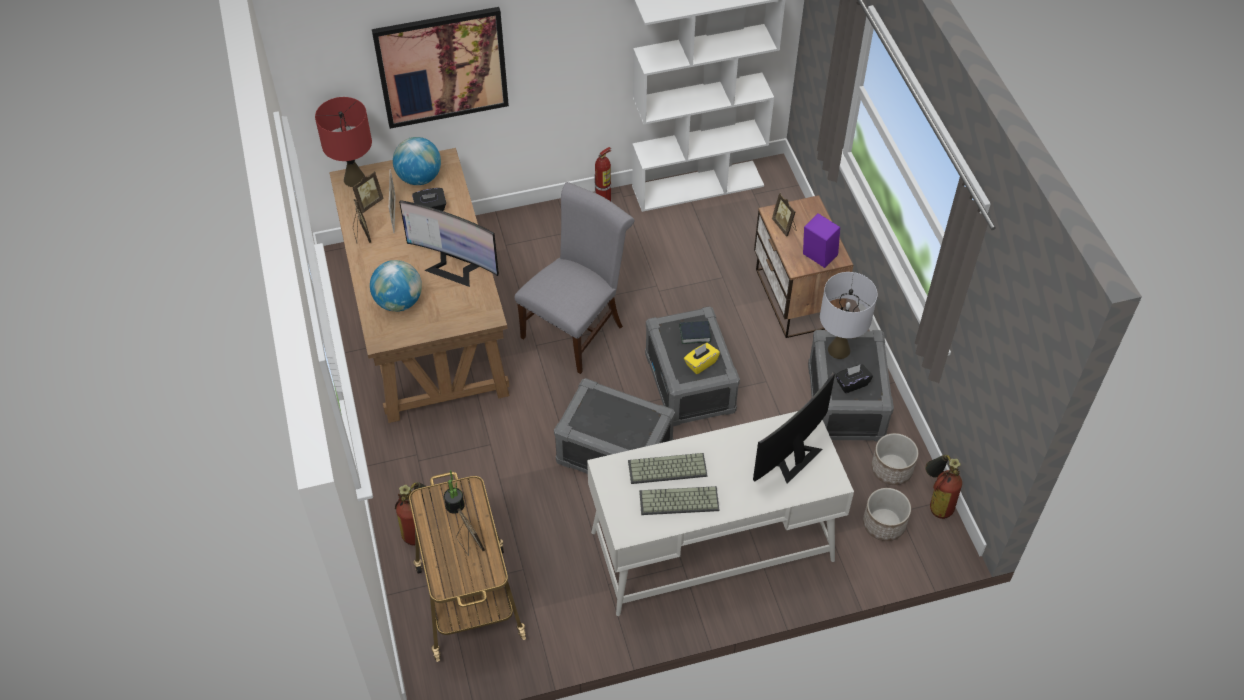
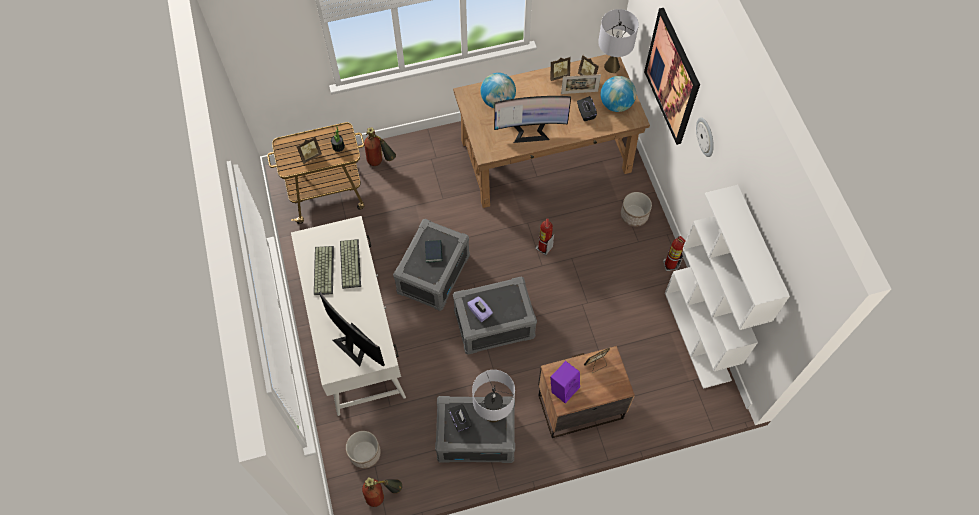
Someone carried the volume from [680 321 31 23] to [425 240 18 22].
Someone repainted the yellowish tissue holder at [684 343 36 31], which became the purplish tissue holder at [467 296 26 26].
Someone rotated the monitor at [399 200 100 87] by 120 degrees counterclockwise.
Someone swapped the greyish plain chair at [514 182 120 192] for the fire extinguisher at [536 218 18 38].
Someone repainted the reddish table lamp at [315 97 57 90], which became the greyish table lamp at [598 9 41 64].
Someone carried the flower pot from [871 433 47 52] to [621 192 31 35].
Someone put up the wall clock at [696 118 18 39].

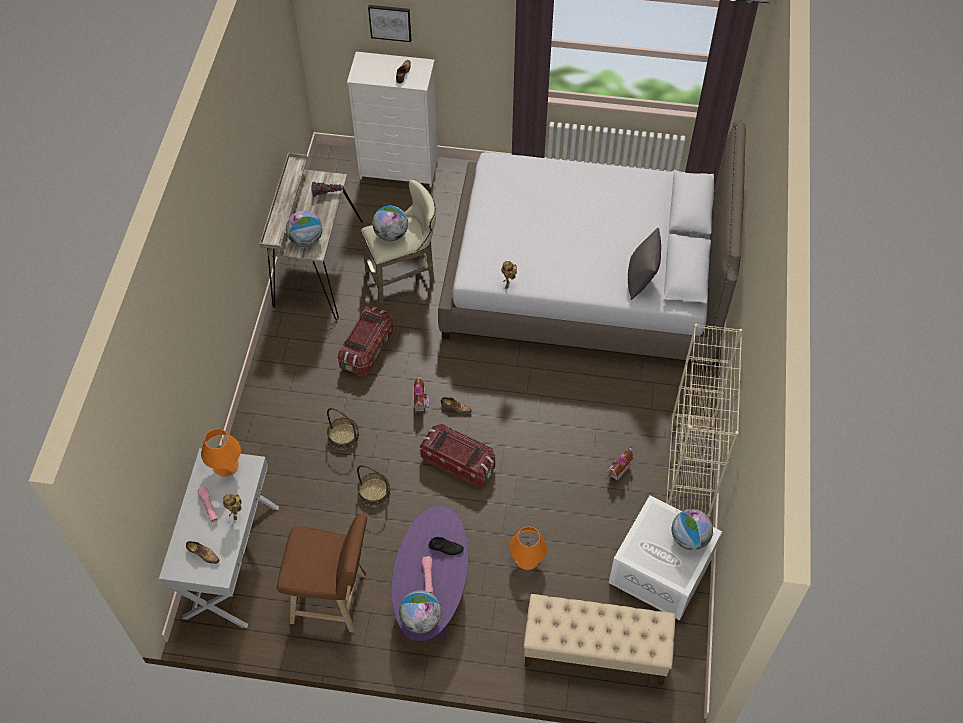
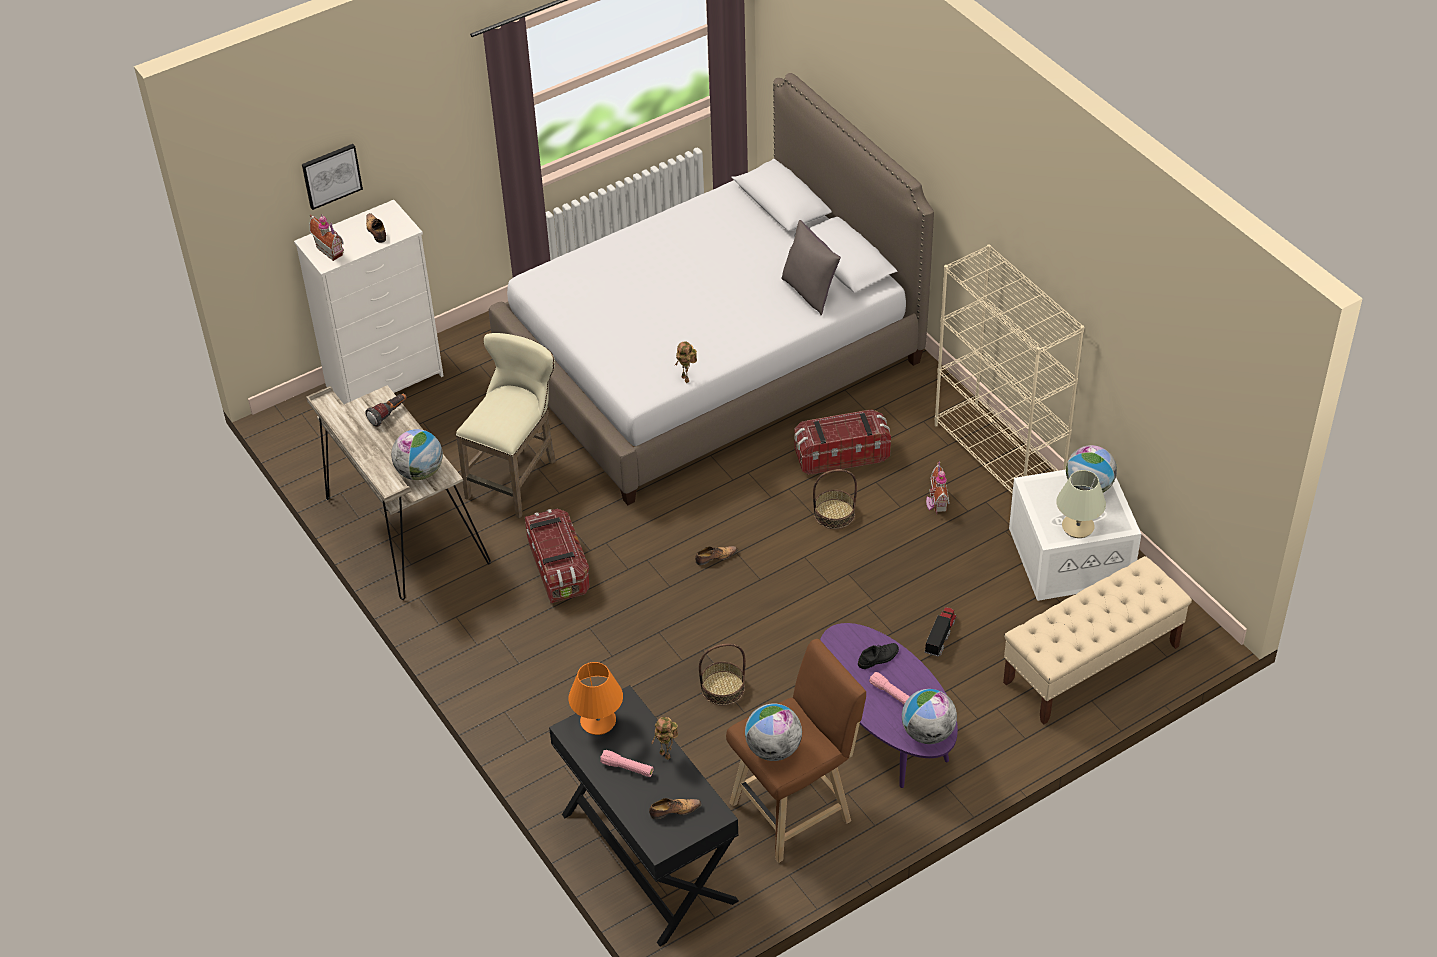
Someone carried the model house from [414 375 15 38] to [309 215 35 46].
Someone repainted the white narrow table at [159 448 120 180], which became the black-coloured narrow table at [549 685 190 261].
Someone carried the world globe from [372 206 36 35] to [745 703 57 58].
Someone carried the storage container from [420 424 75 64] to [794 410 97 65].
Someone carried the household basket from [327 408 32 42] to [813 469 44 60].
Someone swapped the orangey table lamp at [509 527 38 43] for the model truck at [924 607 32 50].
Someone put down the sand-coloured table lamp at [1056 470 50 68].

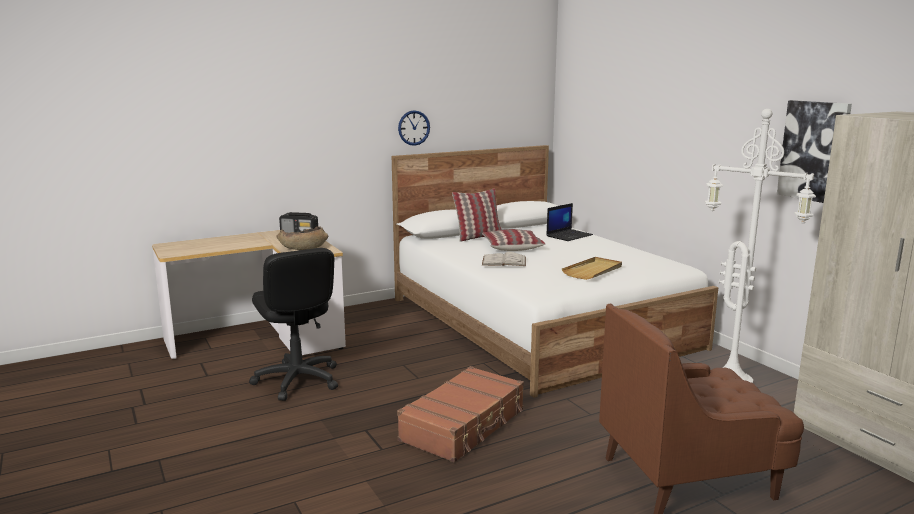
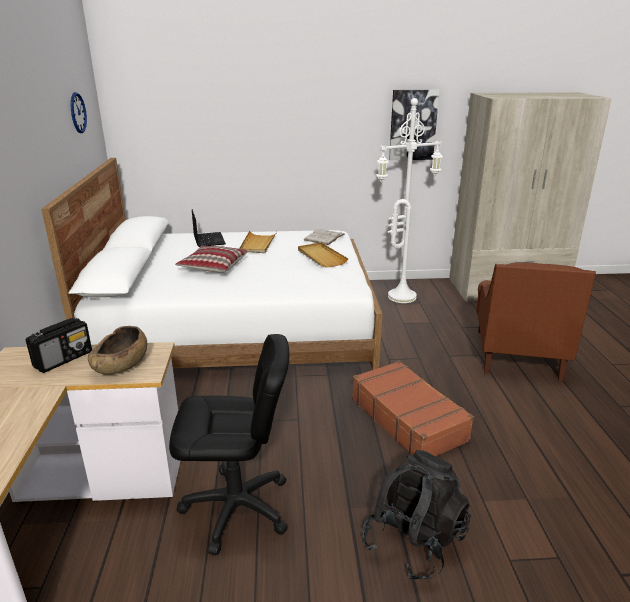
Someone carried the wall clock from [398 110 32 36] to [71 92 16 41].
Someone put down the sand-coloured carrying tray at [239 231 38 22].
Someone carried the white volume from [482 252 44 14] to [304 229 41 16].
Someone put down the black-coloured backpack at [362 450 109 131].
Someone took away the throw pillow at [452 188 50 54].

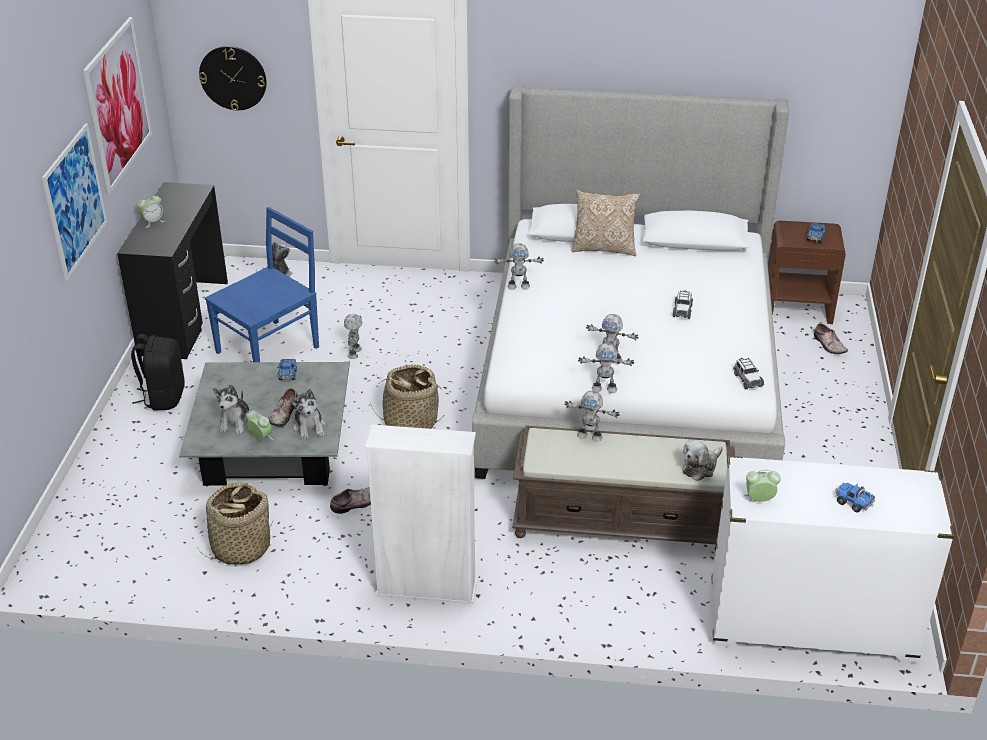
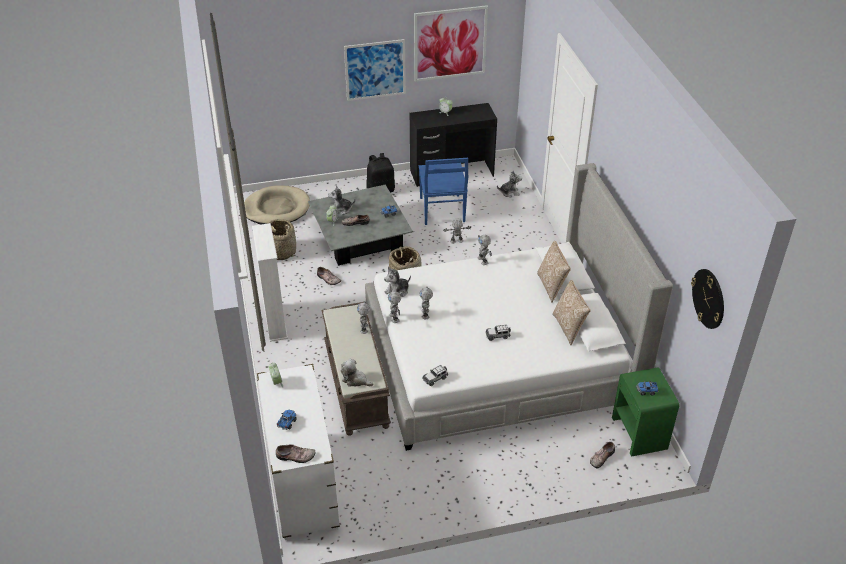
Someone put down the sand-coloured dog bed at [244 185 66 39].
Someone put down the low shoe at [276 444 39 19].
Someone carried the plush toy from [290 389 35 51] to [384 267 27 30].
Someone rotated the blue-coloured plain chair at [205 207 114 155] by 60 degrees clockwise.
Someone put down the throw pillow at [553 280 38 65].
Someone repainted the brown bedside table at [768 221 78 103], which became the green-coloured bedside table at [612 367 67 90].
Someone carried the wall clock from [199 46 68 65] to [691 269 33 60].

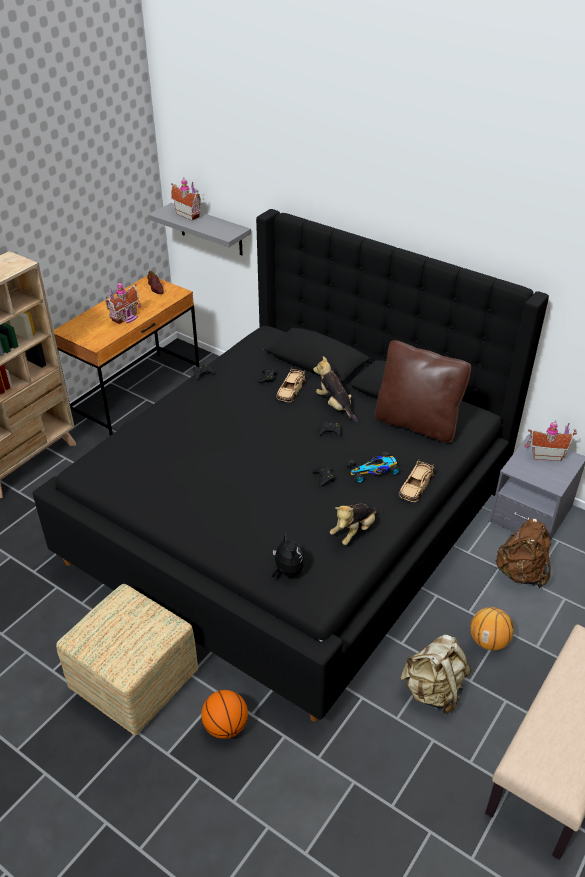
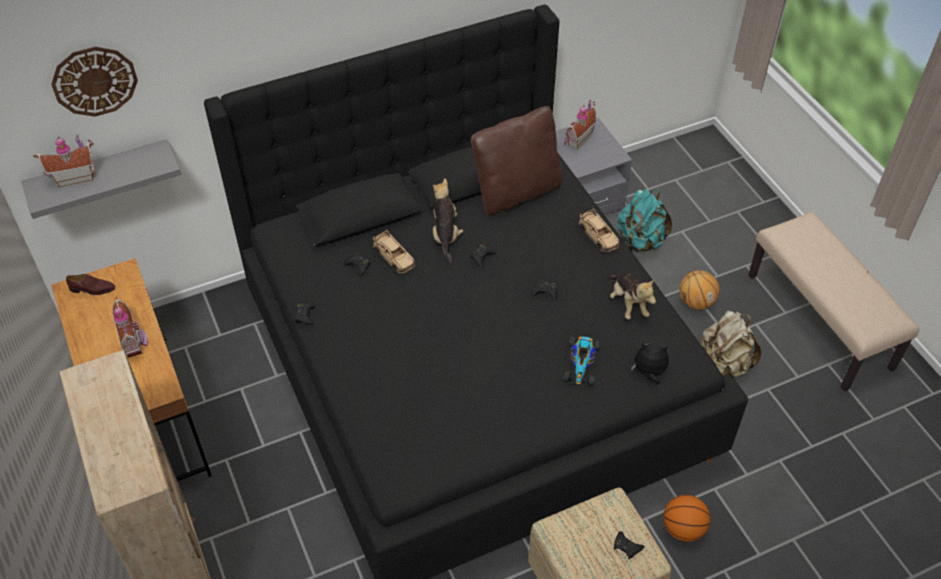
Someone put up the wall clock at [51 47 87 70].
Someone rotated the plush toy at [313 356 45 66] by 90 degrees clockwise.
Someone carried the model car from [346 452 54 31] to [563 336 38 50].
Someone put down the black-coloured gamepad at [614 531 30 28].
Someone repainted the brown backpack at [495 518 56 70], which became the blue-green backpack at [617 189 55 63].

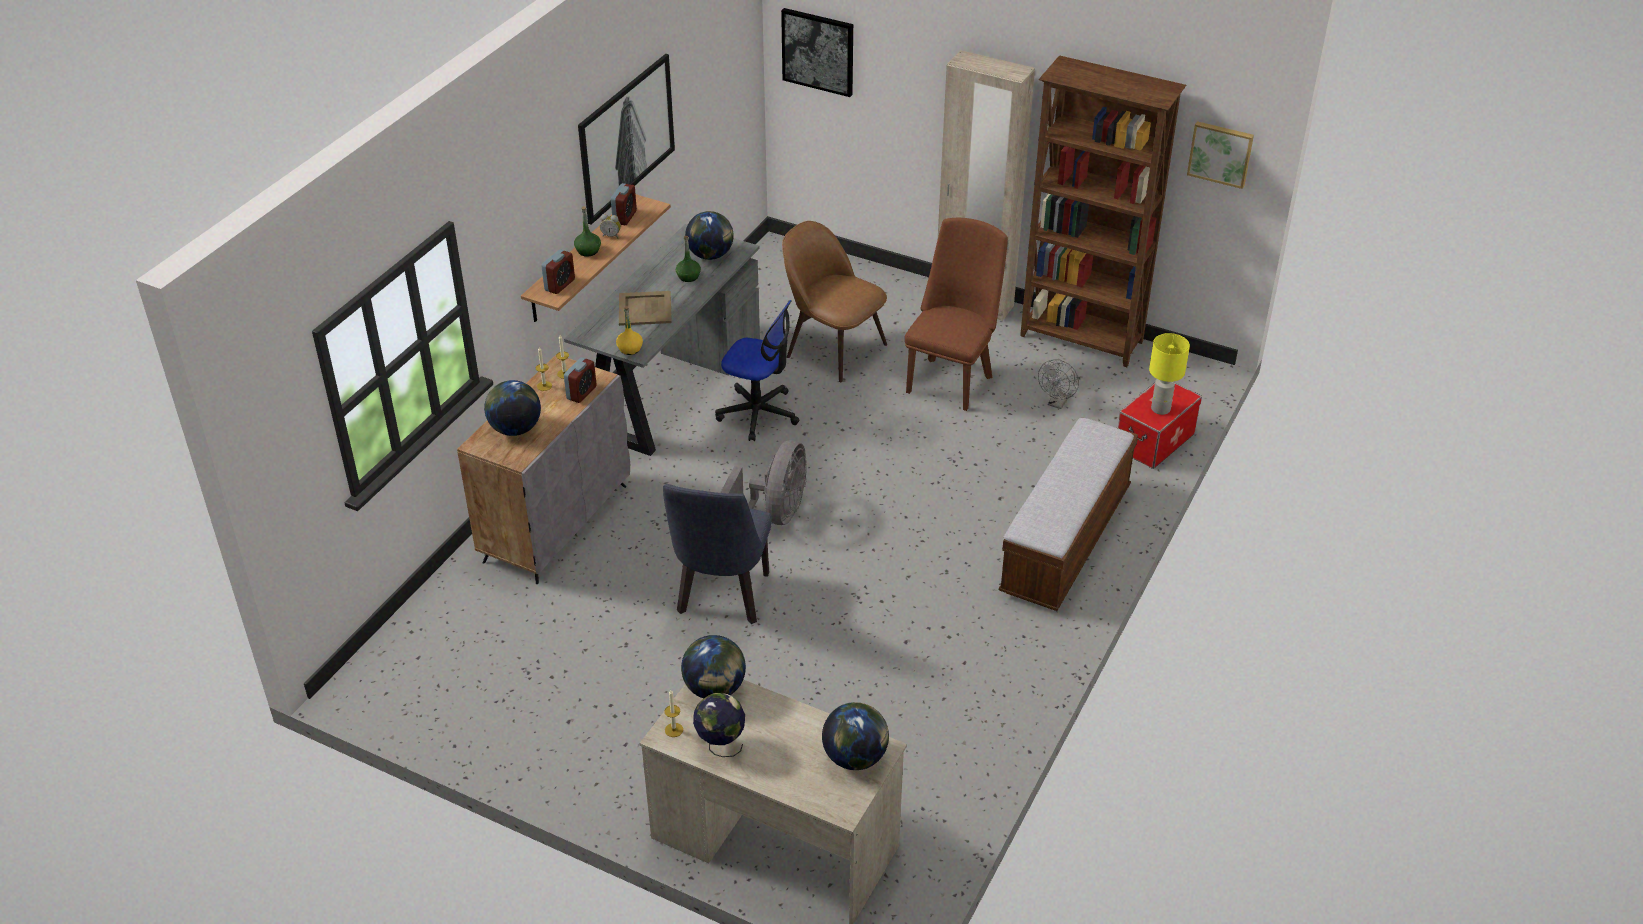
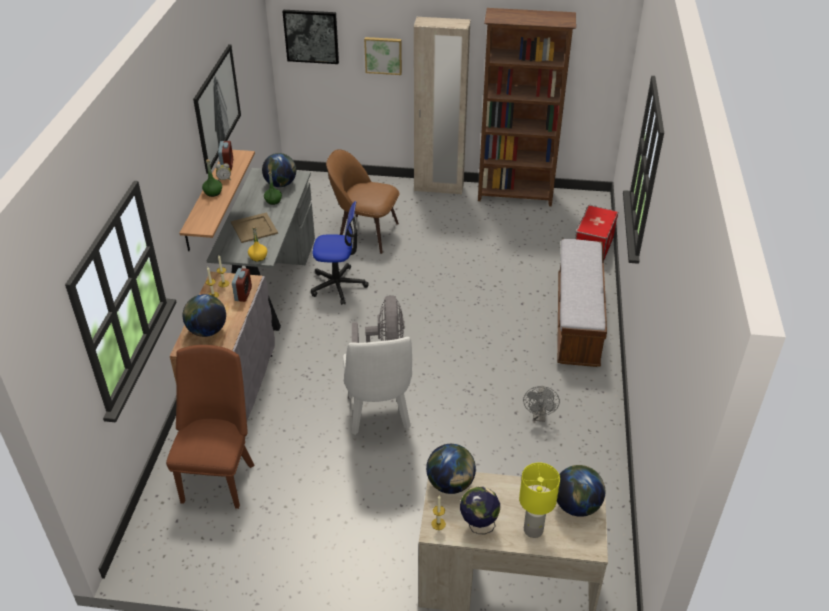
Someone carried the brown plain chair from [905 218 103 193] to [166 345 89 164].
Someone repainted the blue-coloured plain chair at [663 484 109 140], which became the white plain chair at [343 337 69 98].
Someone carried the wall picture from [1187 121 67 68] to [364 37 38 38].
Someone carried the yellowish table lamp from [1149 333 41 82] to [519 462 41 76].
Someone carried the greyish cooling fan from [1038 359 41 50] to [523 386 37 36].
Someone took away the bedside clock at [541 249 34 45].

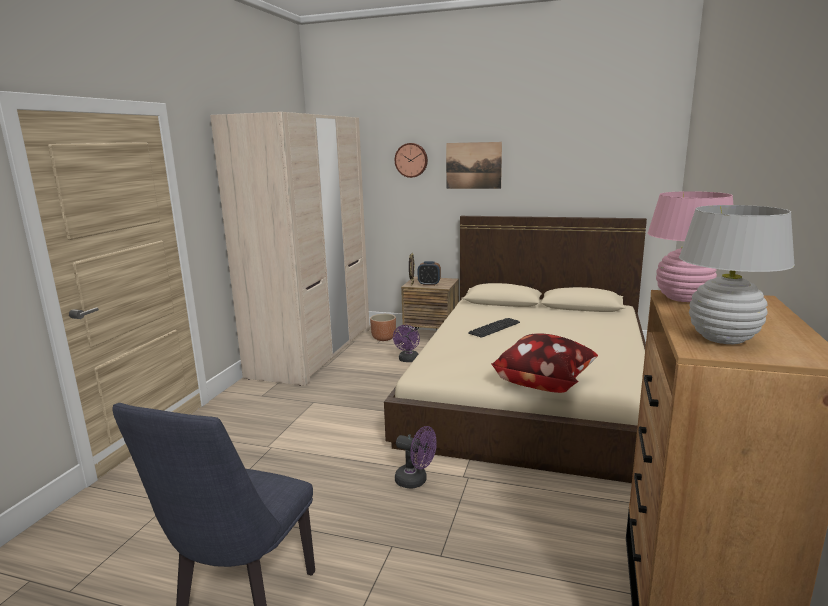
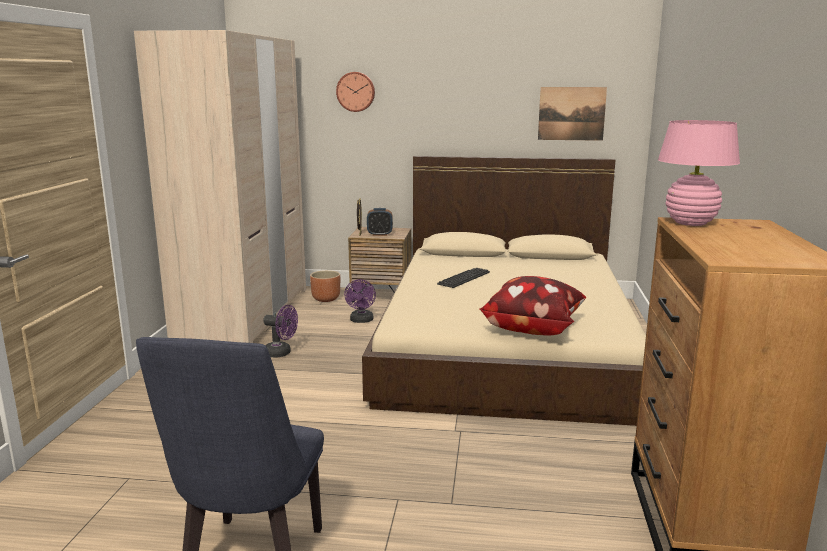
Someone carried the purplish cooling fan from [395 426 42 63] to [263 305 35 52].
Someone carried the wall picture from [446 142 56 47] to [538 87 69 54].
Someone took away the white table lamp at [679 205 116 139].

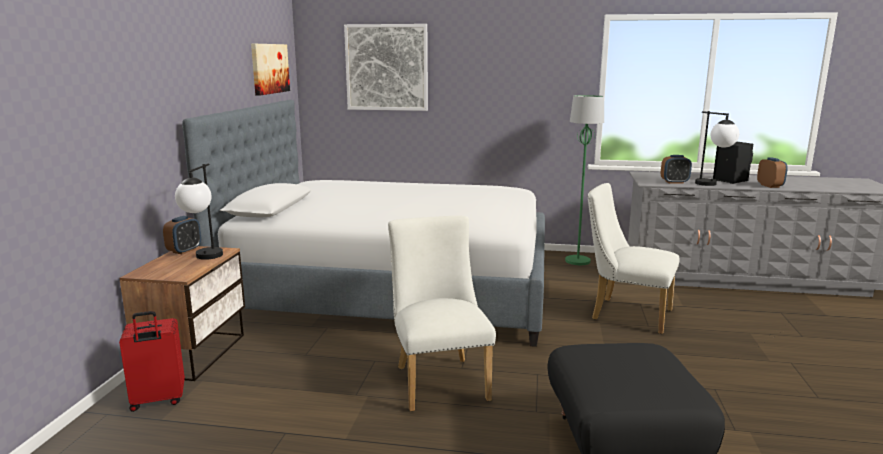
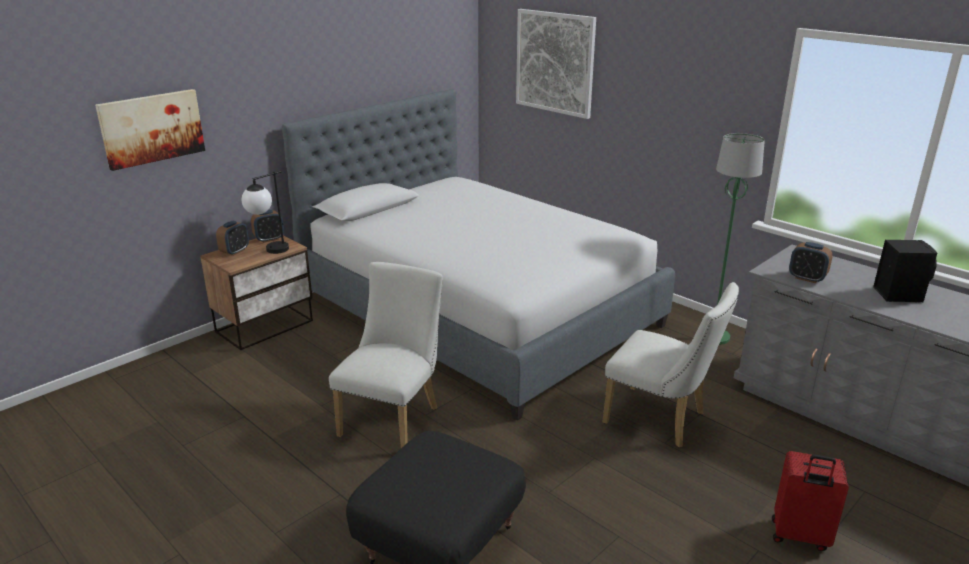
Someone carried the wall picture from [251 44 39 52] to [95 89 110 82].
Someone carried the bedside clock from [757 157 31 31] to [216 221 33 35].
Someone rotated the white plain chair at [588 183 91 151] by 150 degrees clockwise.
Someone carried the reddish suitcase from [119 311 66 101] to [772 451 77 100].
Someone took away the table lamp at [695 111 44 75].

